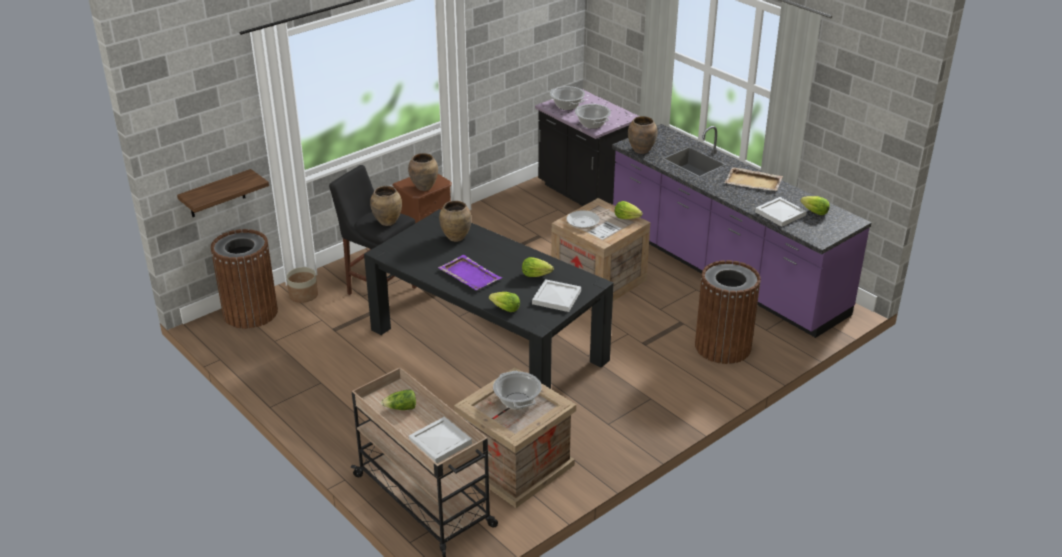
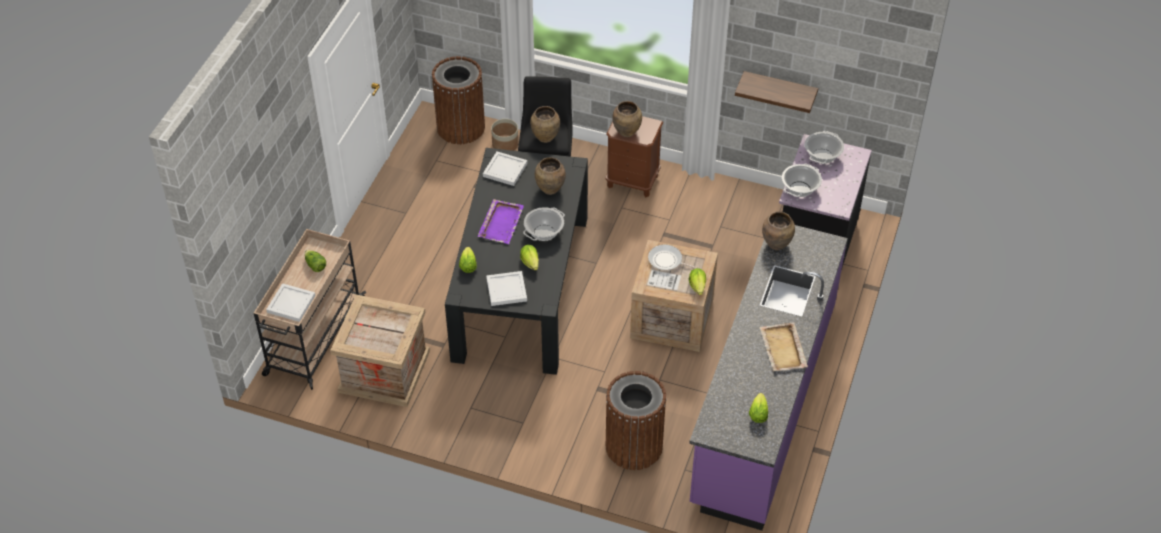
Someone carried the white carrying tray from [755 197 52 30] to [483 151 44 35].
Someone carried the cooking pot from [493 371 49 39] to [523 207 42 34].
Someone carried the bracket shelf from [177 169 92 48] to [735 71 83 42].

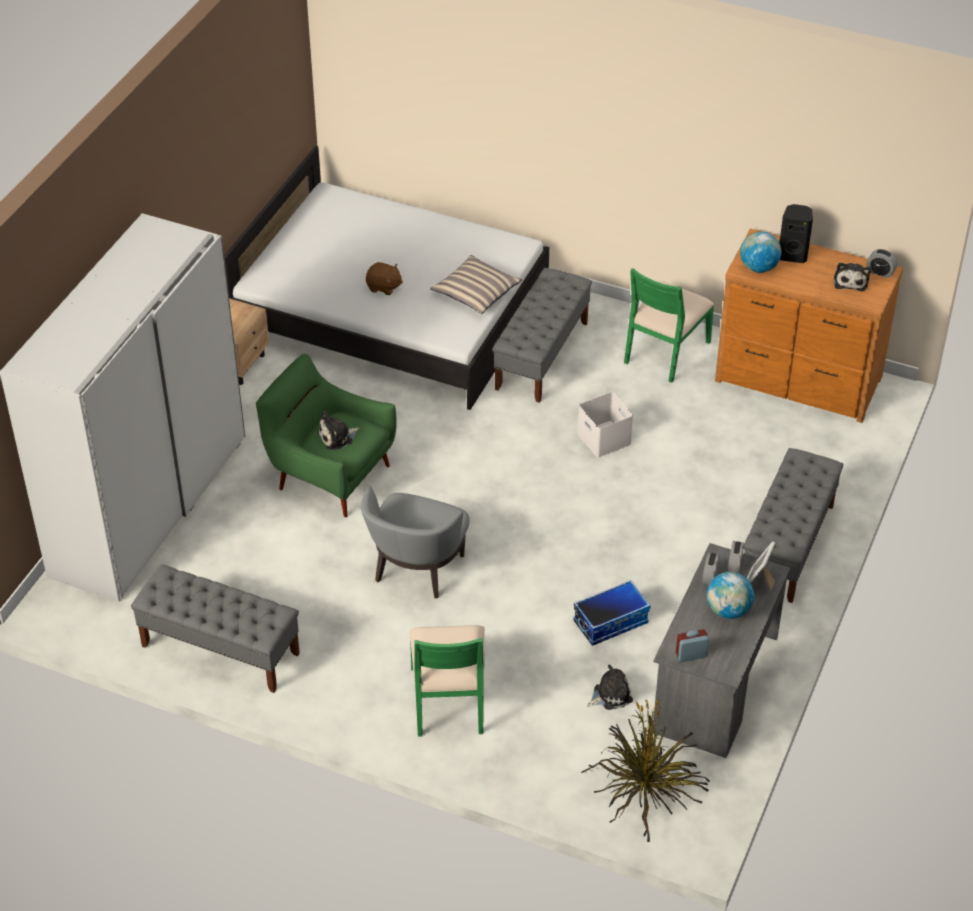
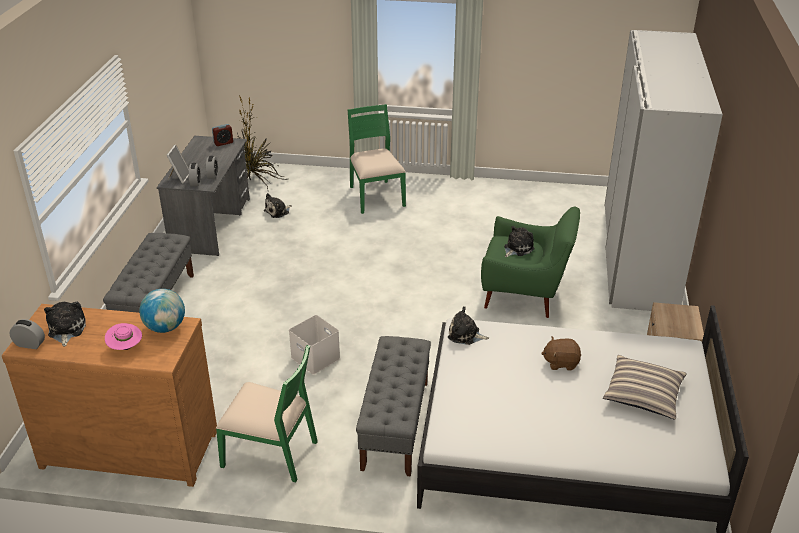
Someone swapped the black-coloured audio speaker at [779 204 34 59] for the pink clothing hat at [105 323 37 27].
Someone rotated the green-coloured plain chair at [624 268 90 115] by 90 degrees clockwise.
Someone put down the plush toy at [448 306 41 39].
Someone carried the throw pillow from [430 255 92 59] to [603 355 84 65].
Someone took away the greyish bench at [131 564 169 129].
Someone took away the greyish lounge chair at [361 486 109 112].
Someone took away the storage container at [573 580 78 66].
Someone took away the world globe at [707 572 47 47].

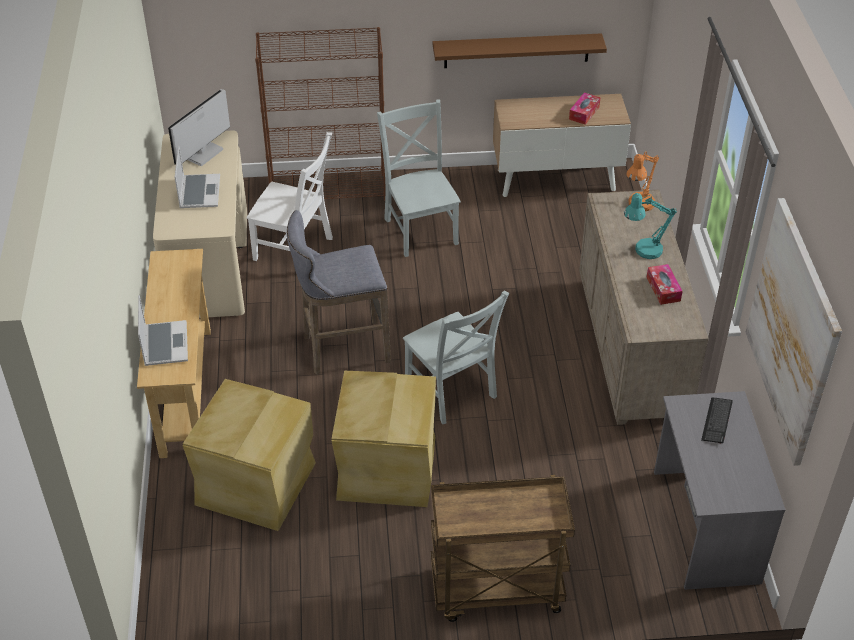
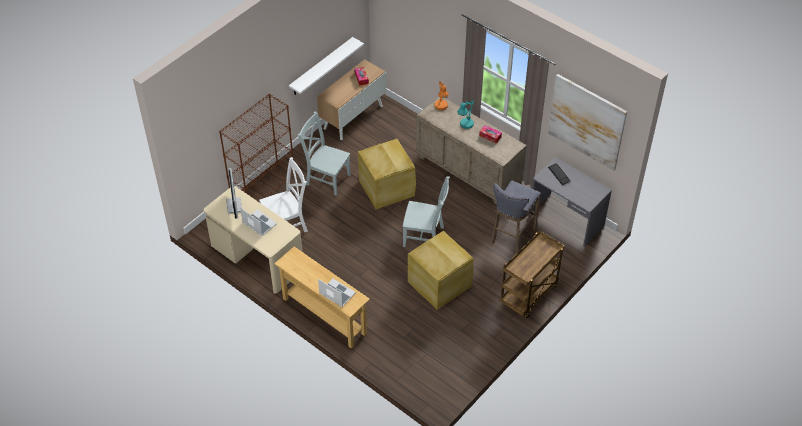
Someone repainted the brown bracket shelf at [433 33 174 35], which became the white bracket shelf at [289 37 75 58].
Someone carried the sand-coloured storage container from [183 379 133 152] to [358 139 58 70].
Someone carried the greyish sitting stool from [287 210 104 165] to [491 181 50 73].

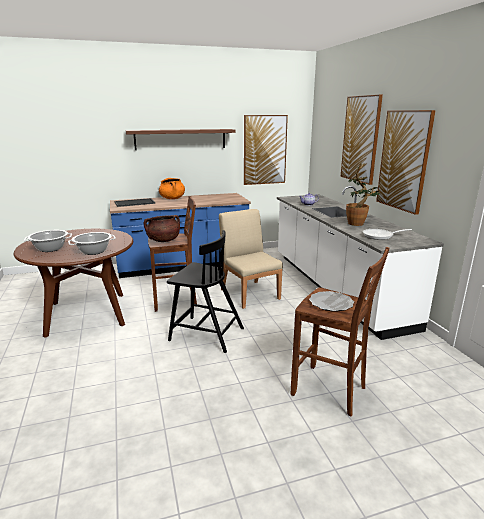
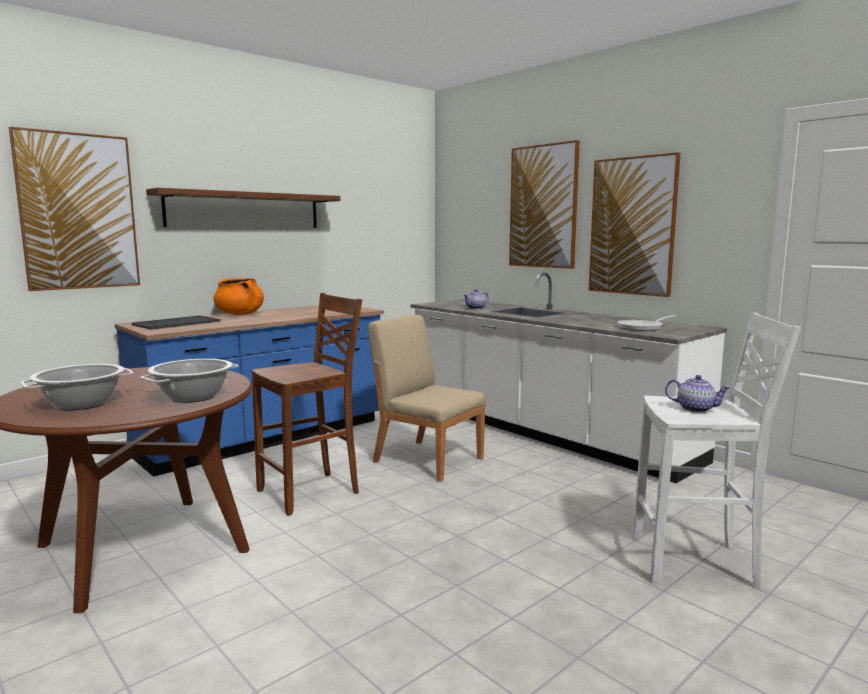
Someone carried the wall picture from [244 115 44 70] to [9 127 131 164].
Someone repainted the brown sitting stool at [291 247 98 170], which became the white sitting stool at [633 312 168 276].
Someone swapped the flat dish at [309 291 45 21] for the teapot at [665 375 66 38].
Someone took away the brown cooking pot at [144 215 36 27].
Someone took away the black-coloured plain chair at [167 230 77 123].
Someone took away the houseplant at [346 163 34 63].

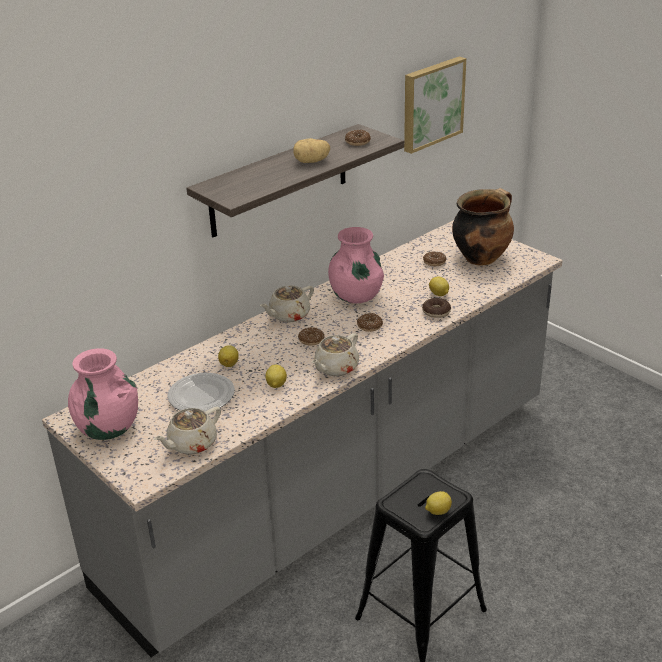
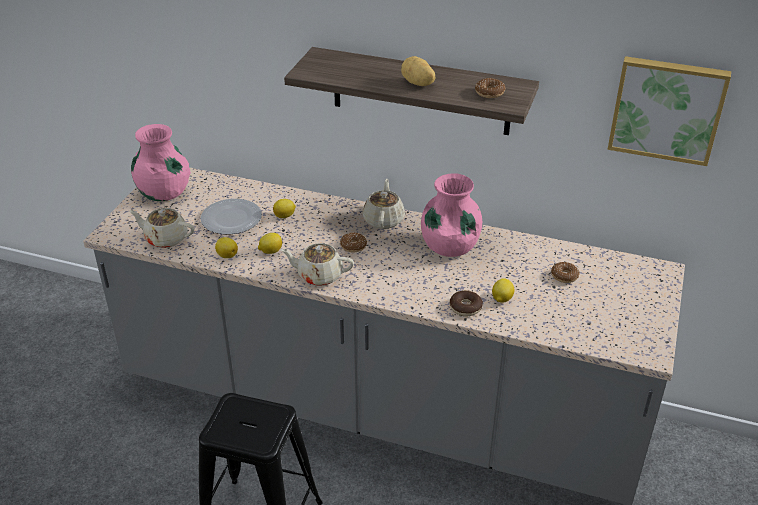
Someone carried the lemon from [425 491 27 24] to [215 237 23 21].
Someone rotated the sand-coloured teapot at [260 285 54 38] by 75 degrees clockwise.
Someone took away the ring doughnut at [357 313 26 19].
Someone took away the cooking pot at [452 188 62 78].

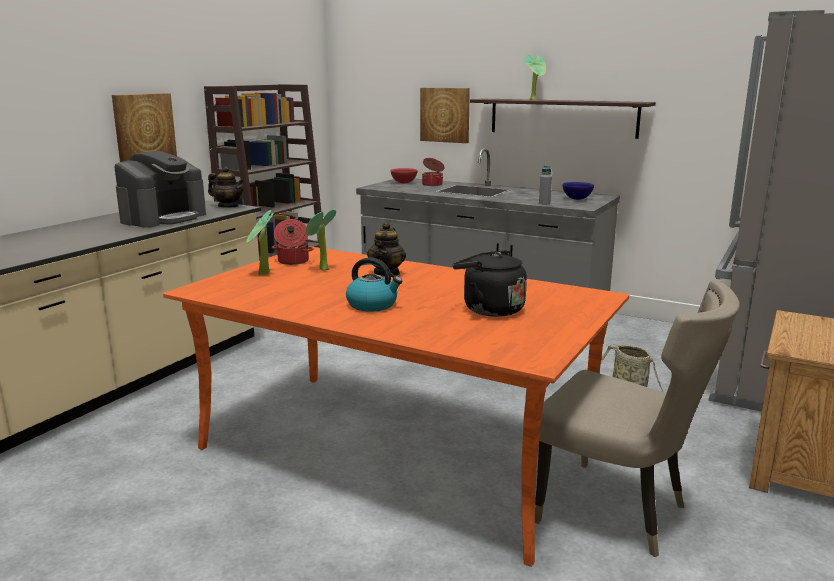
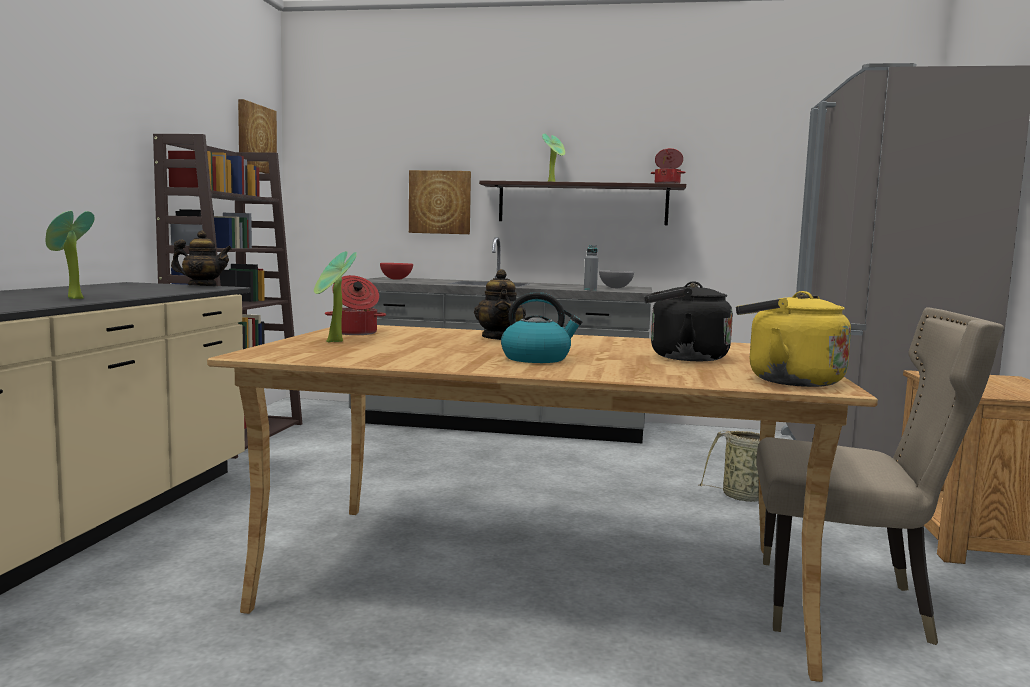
Someone carried the houseplant from [306 209 30 62] to [46 210 49 89].
Someone repainted the orangey dining table at [163 246 466 321], which became the sand-coloured dining table at [207 325 671 357].
Someone carried the wall picture from [112 93 65 69] to [238 99 39 75].
Someone repainted the blue-coloured serving bowl at [563 182 31 18], which became the greyish serving bowl at [599 271 35 17].
Someone carried the cooking pot from [422 158 22 28] to [651 148 35 36].
Someone put down the yellowish tea kettle at [736 291 115 96].
Someone took away the coffee maker at [114 151 92 76].

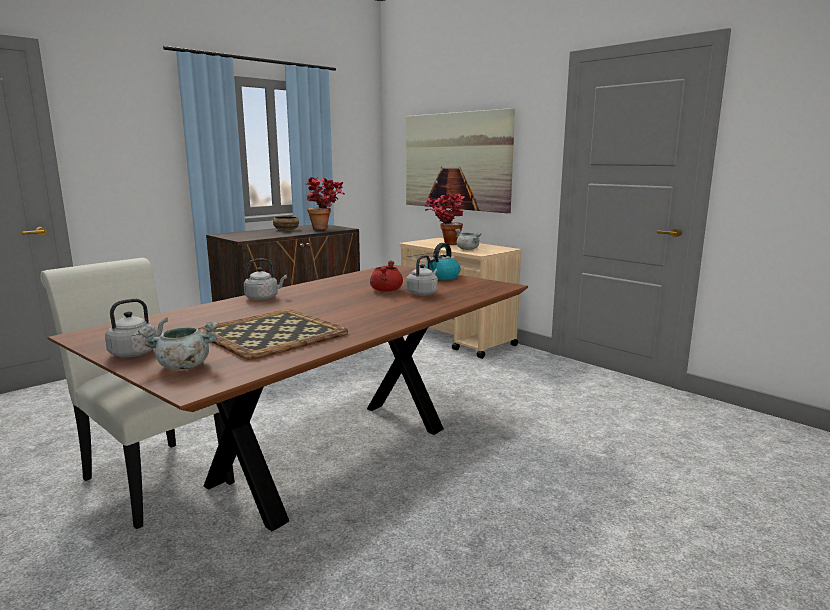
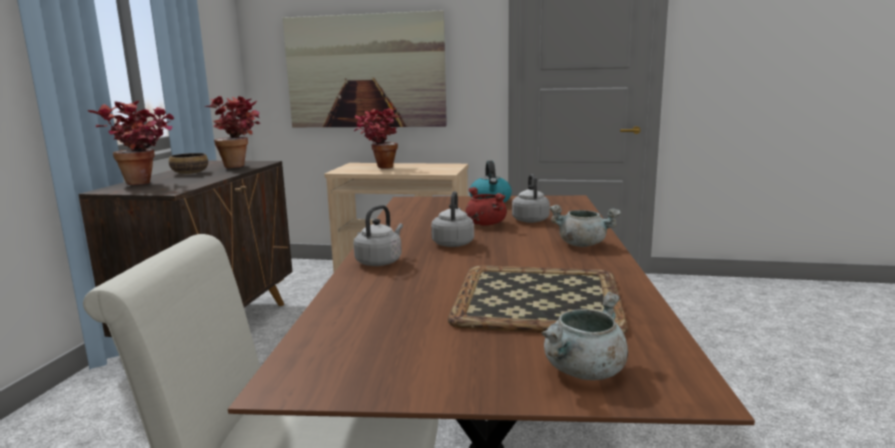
Someone put down the houseplant at [87 101 88 84].
Someone carried the greyish tea kettle from [105 299 63 58] to [431 191 43 56].
Someone carried the greyish cooking pot from [455 229 27 21] to [550 205 71 42].

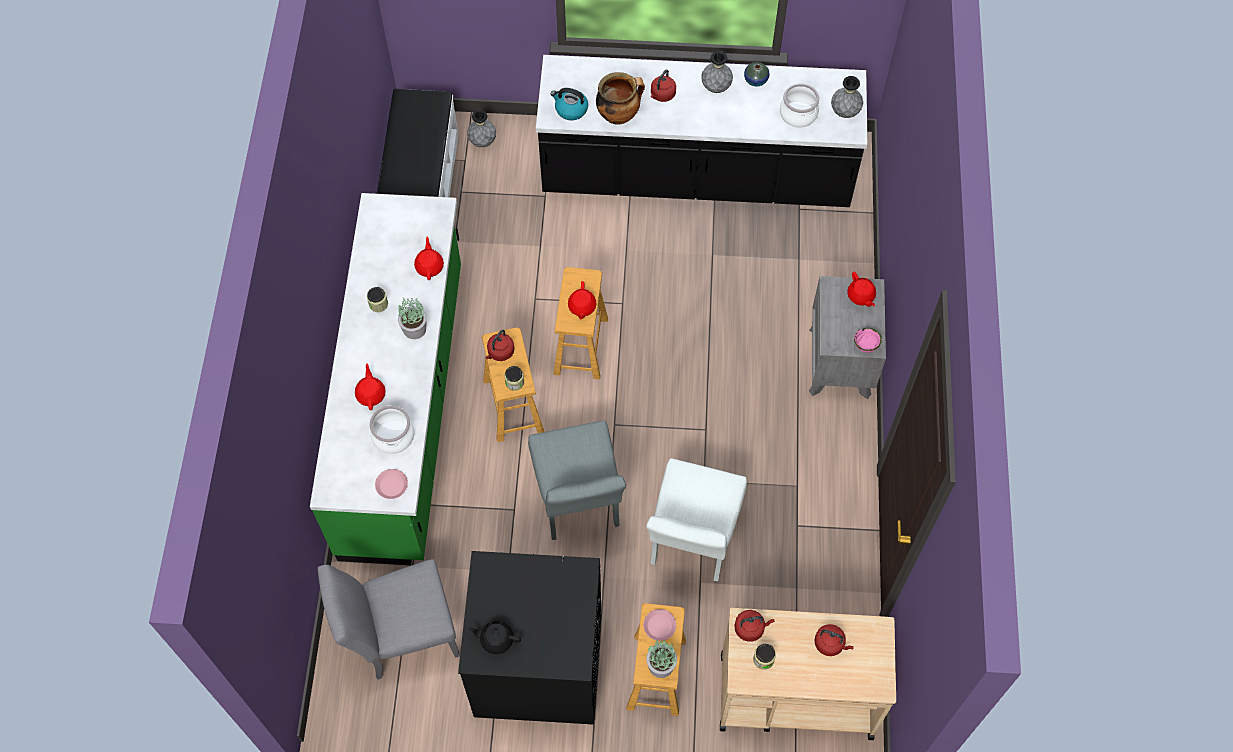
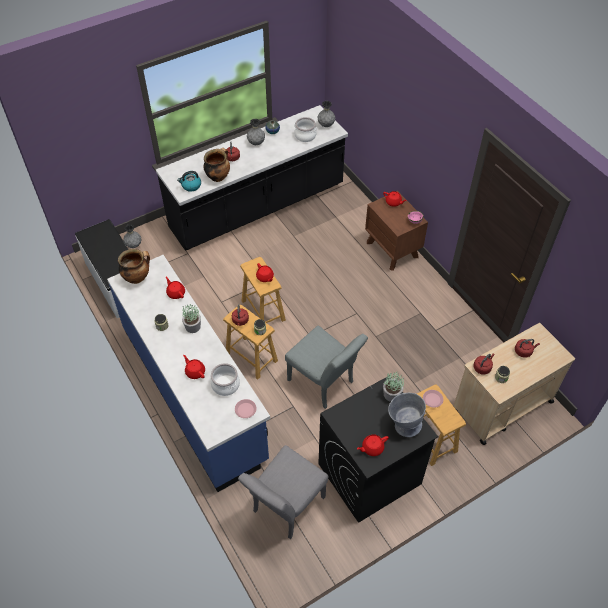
Someone repainted the green-coloured counter at [310 193 151 372], which became the blue-coloured counter at [107 255 163 237].
Someone put down the cooking pot at [118 249 32 35].
Someone repainted the black-coloured teapot at [468 621 53 33], which became the reddish teapot at [357 434 32 22].
Someone repainted the greyish bedside table at [809 276 77 123], which became the brown bedside table at [365 191 63 80].
Someone carried the houseplant from [646 640 31 38] to [383 373 21 29].
Someone put down the greyish serving bowl at [388 393 38 44].
Someone took away the white plain chair at [646 458 101 123].

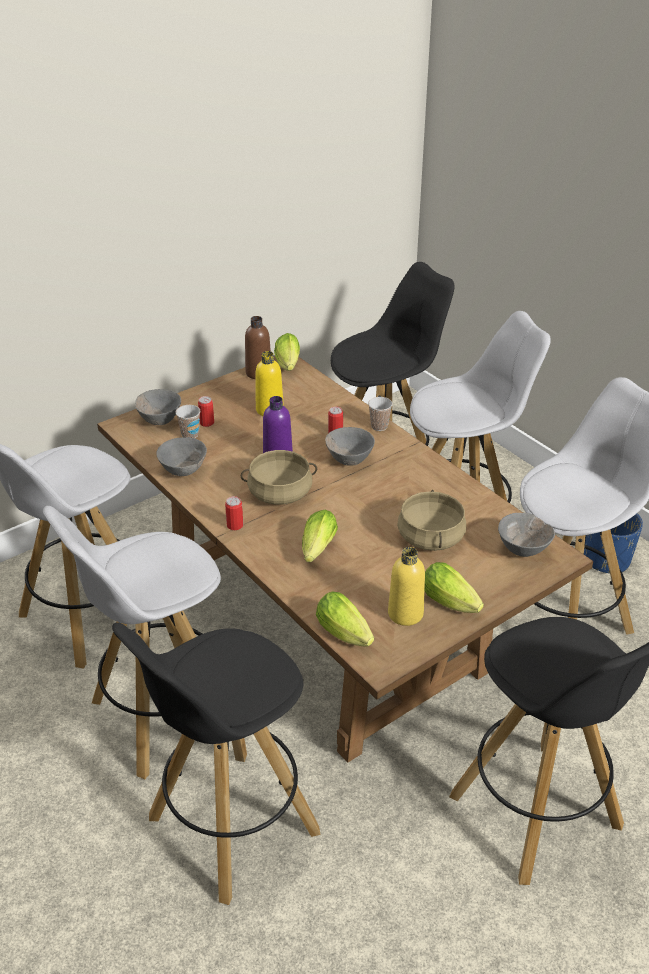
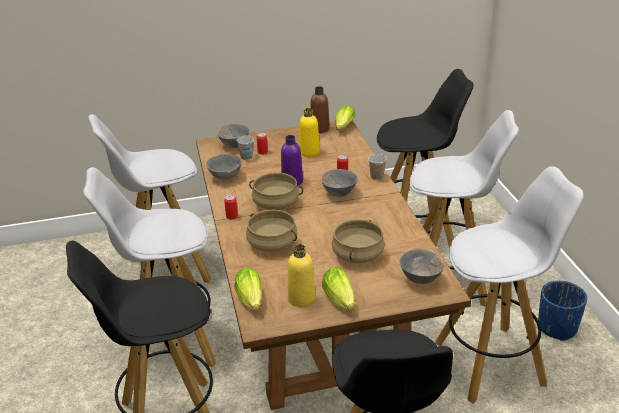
Someone swapped the lettuce at [302 510 36 52] for the sand-coloured cooking pot at [246 209 52 43].

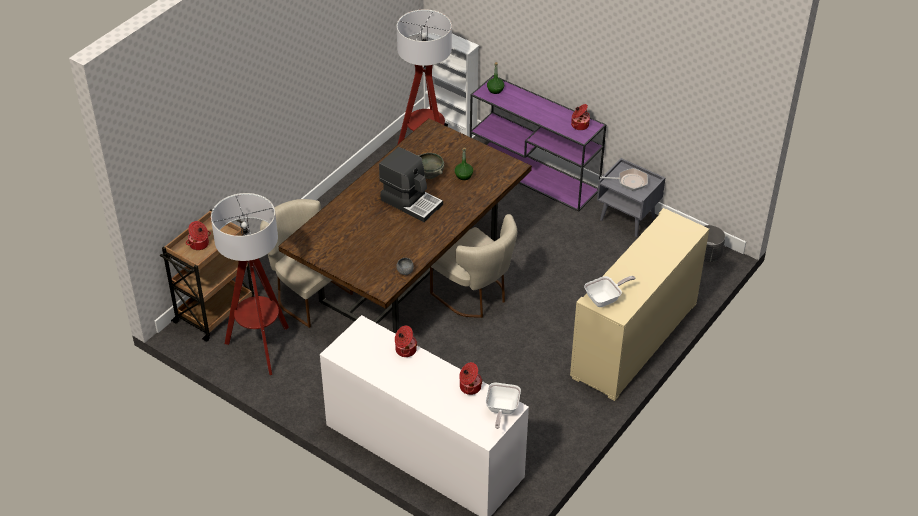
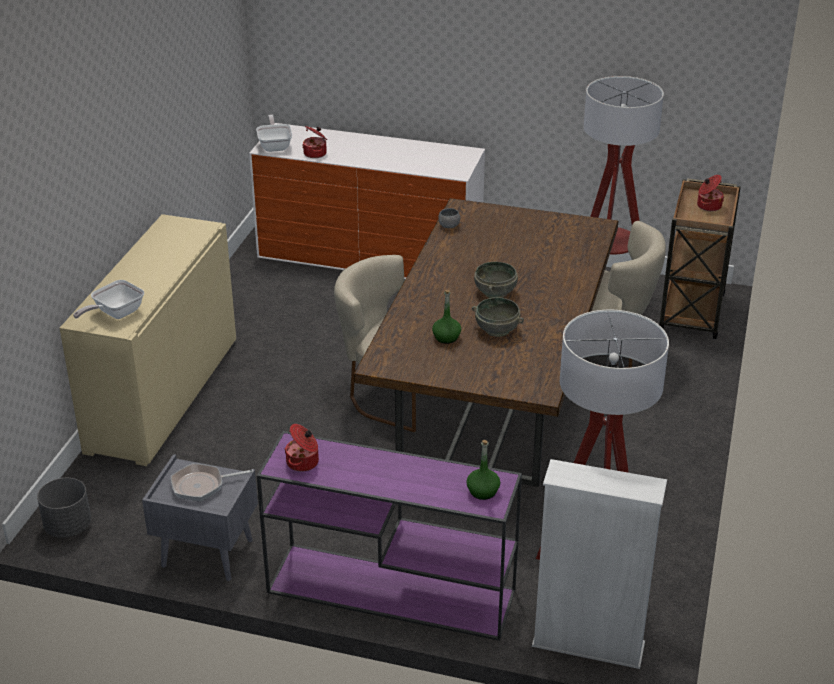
Someone carried the frying pan from [584 276 51 31] to [73 280 71 39].
Someone swapped the coffee maker at [379 147 64 75] for the greyish serving bowl at [474 262 44 36].
Someone took away the cooking pot at [395 326 22 31].

